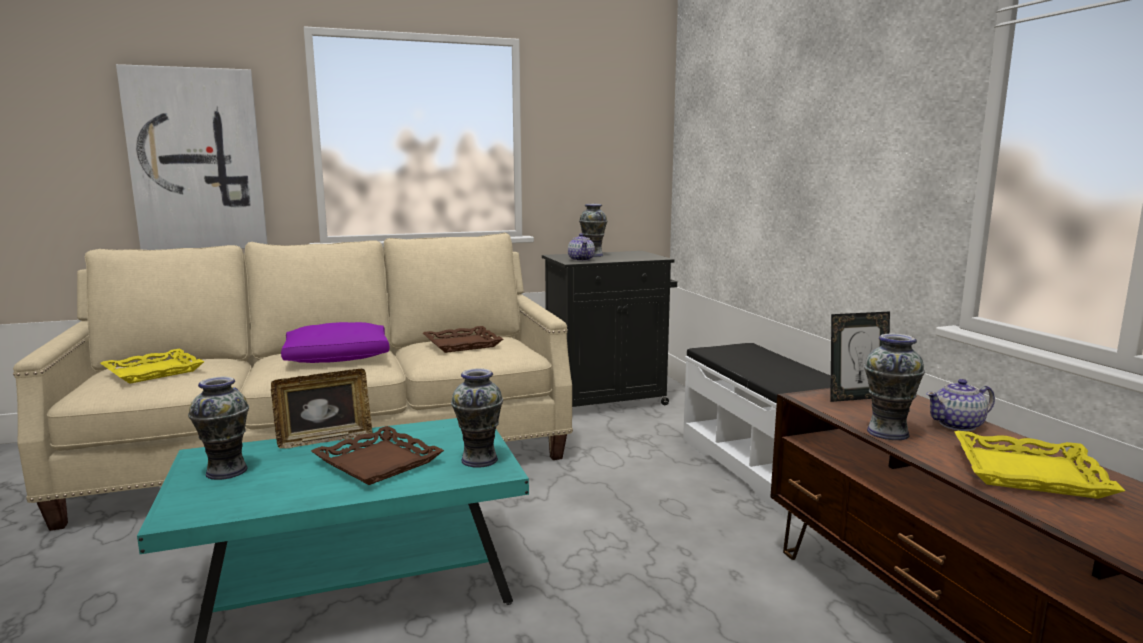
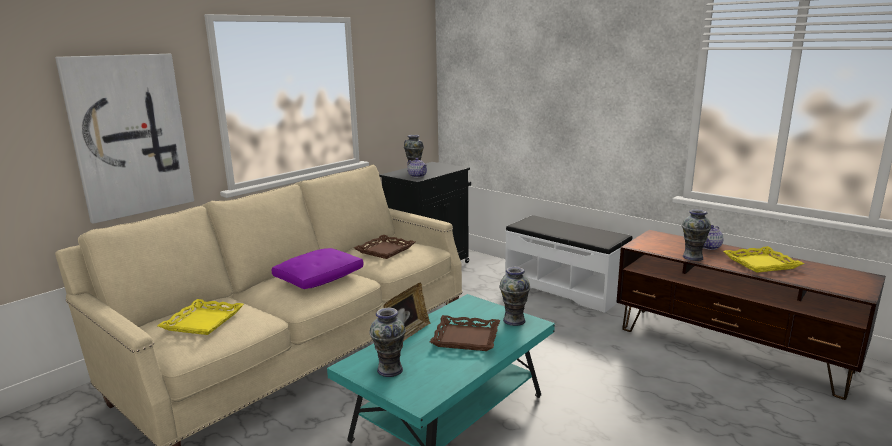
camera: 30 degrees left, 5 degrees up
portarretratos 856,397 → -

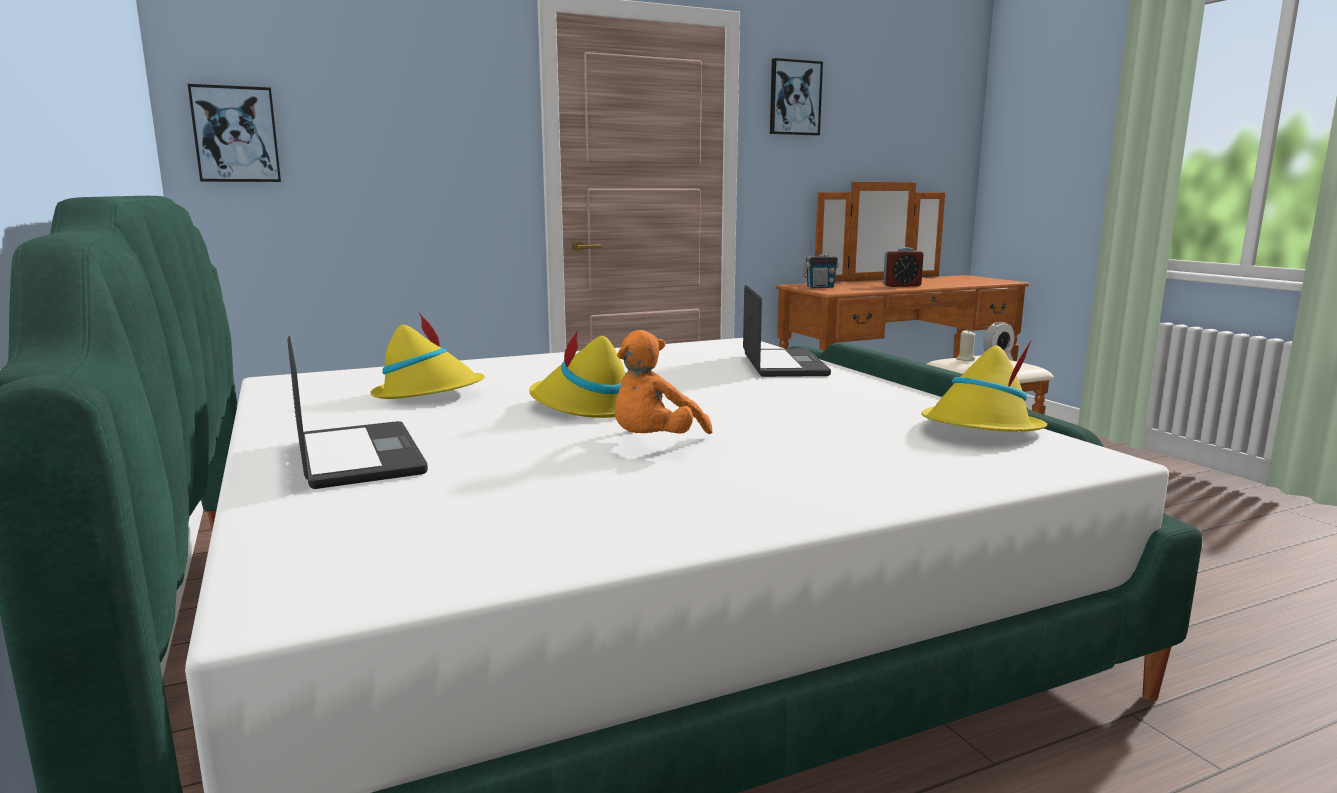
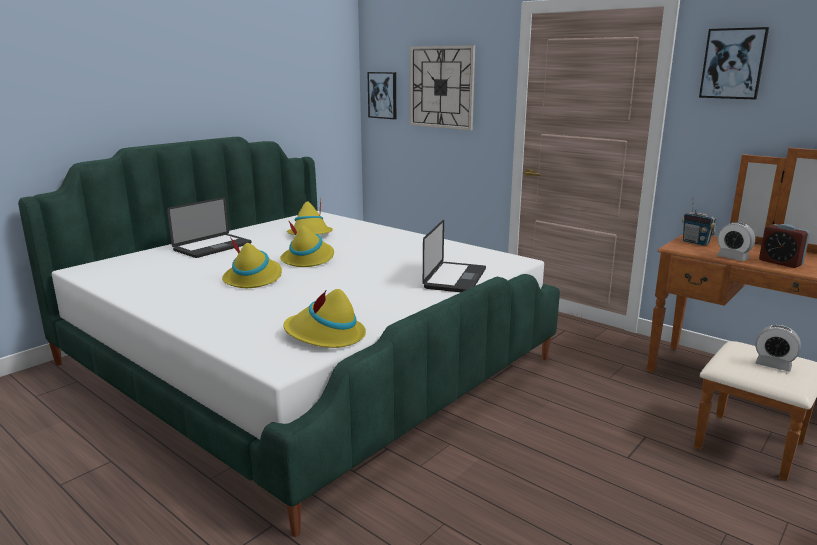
camera: 65 degrees right, 5 degrees up
peluche (naranja) 654,443 → sombrero (amarillo) 253,278
- → reloj de pared 441,87
portátil 783,365 → portátil 455,278, 45 degrees counterclockwise
- → despertador 732,257
vela (beis) 965,359 → -

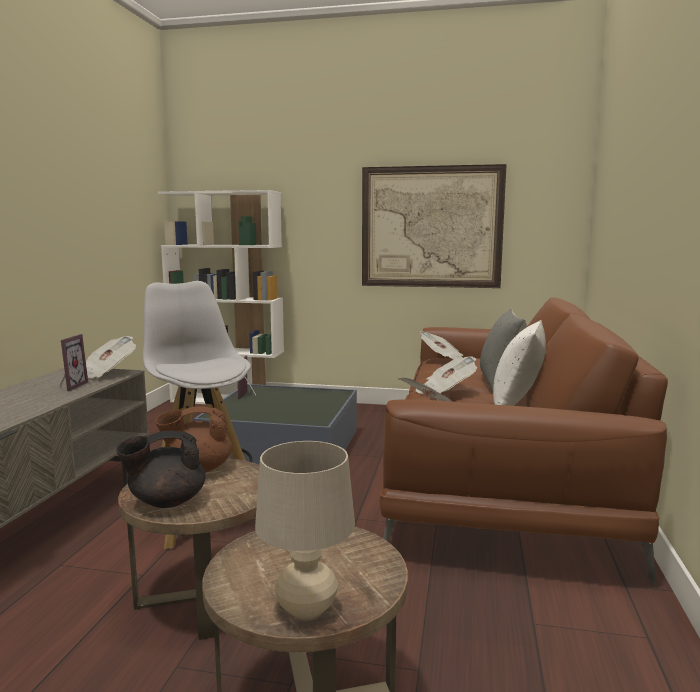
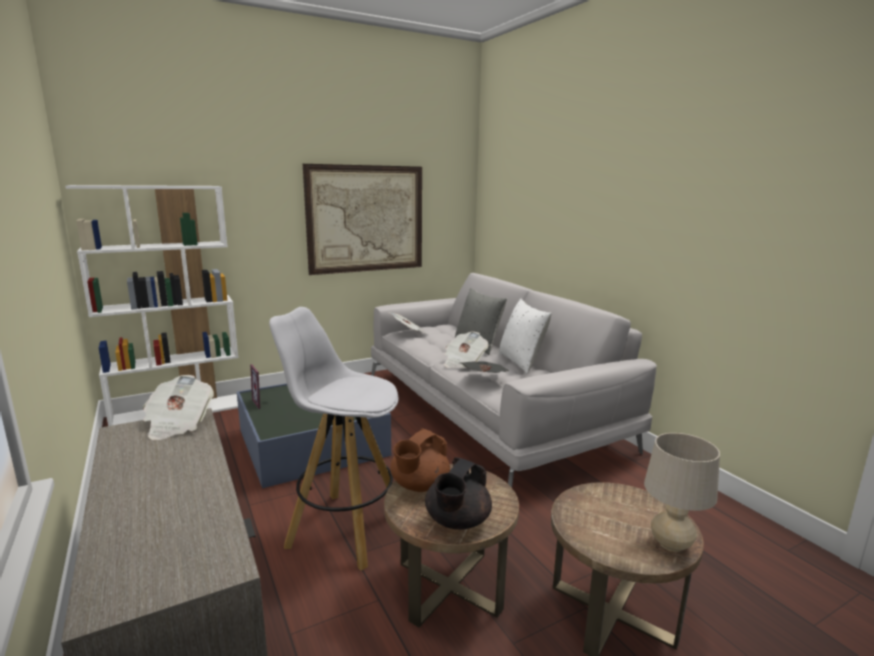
camera: 40 degrees left, 5 degrees up
sofá (marrón) 499,472 → sofá (gris) 488,412
portarretratos 69,386 → -

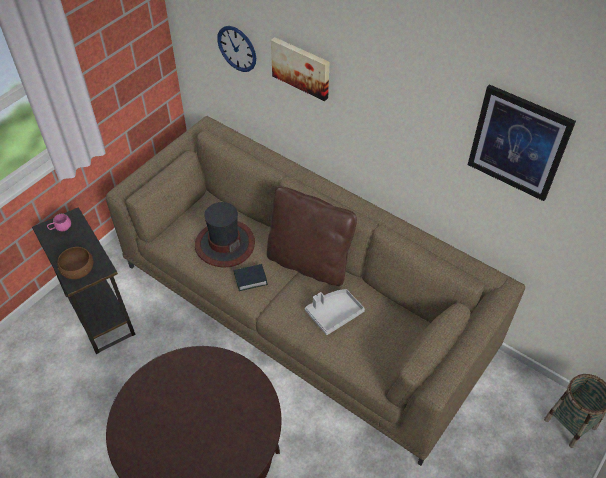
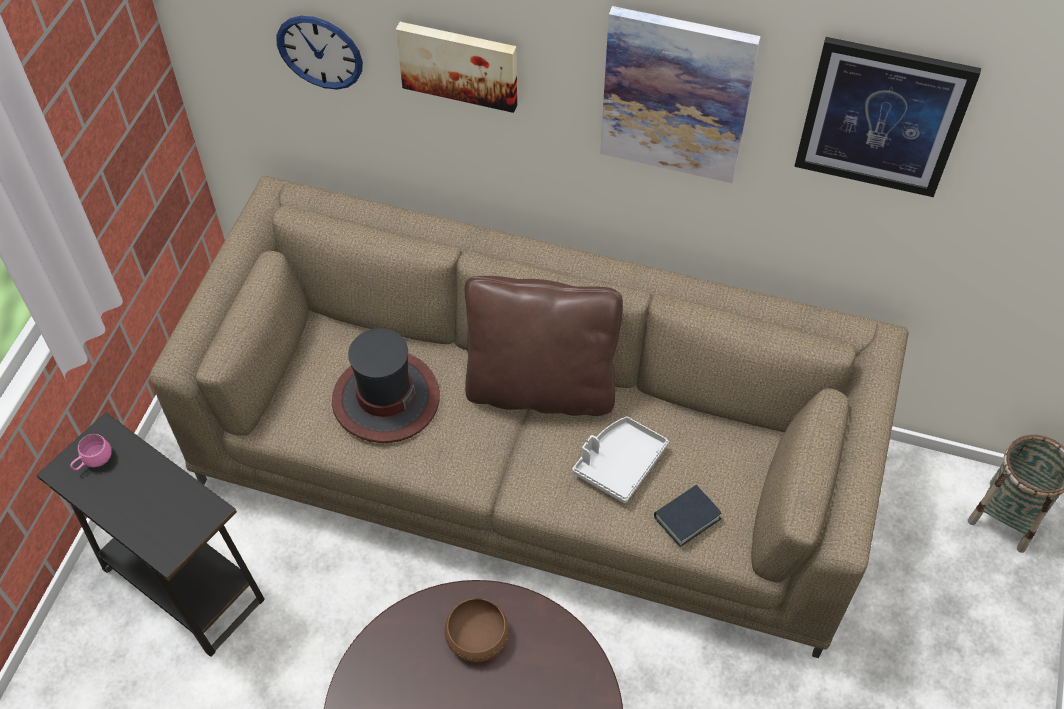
camera: 20 degrees left, 5 degrees up
cuenco (marrón) 78,269 → cuenco (marrón) 477,637, moved
- → cuadro 676,95
libro 250,279 → libro 686,518, moved

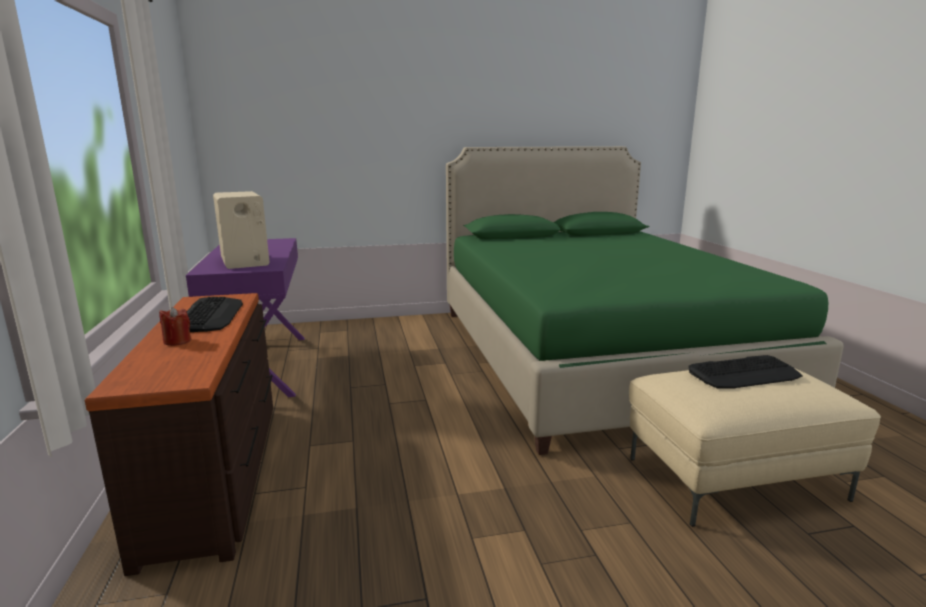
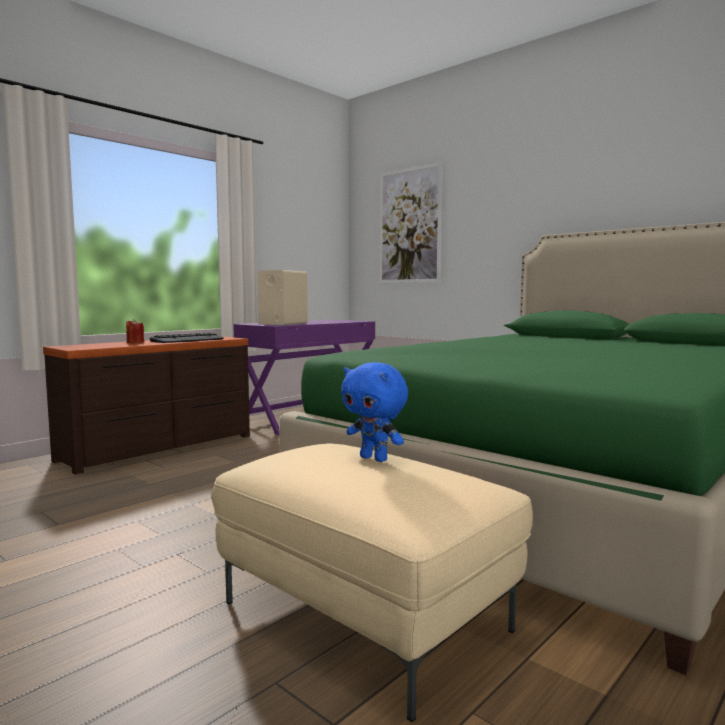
camera: 55 degrees right, 10 degrees down
teclado 744,374 → peluche (azul) 375,458
- → cuadro 409,226

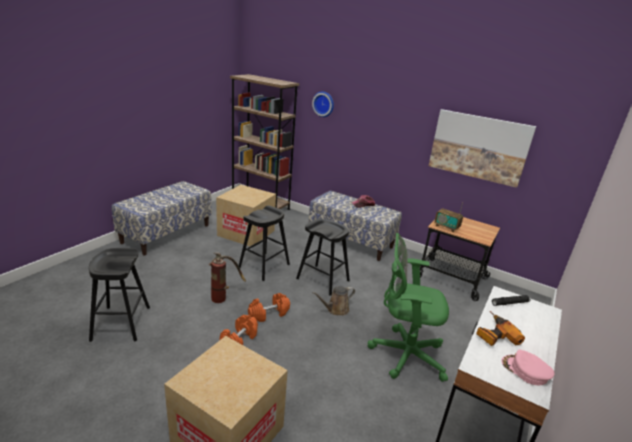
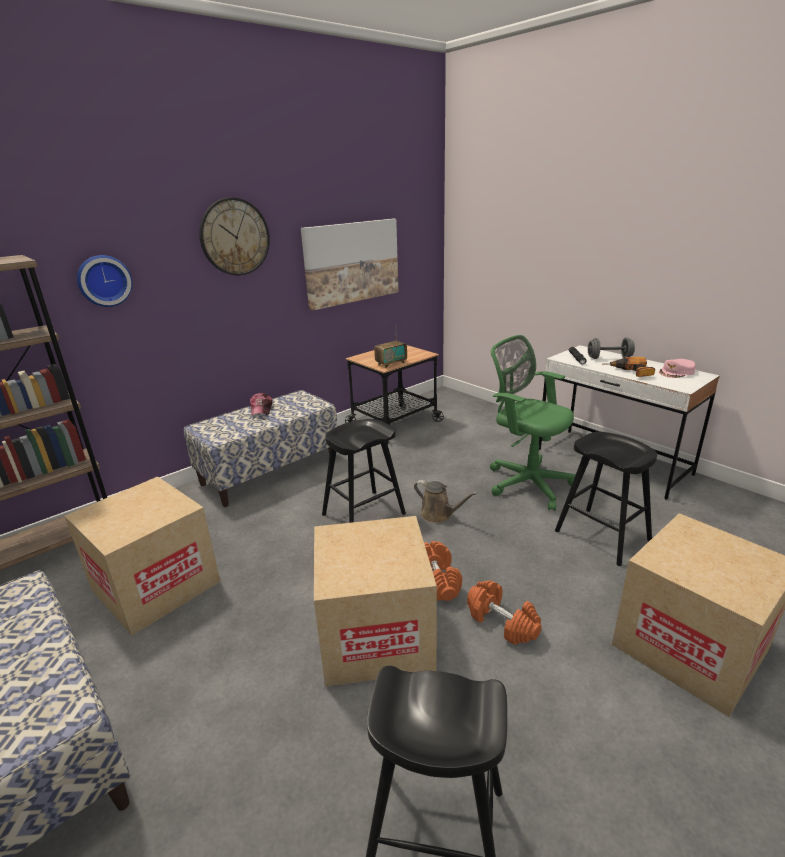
camera: 70 degrees left, 0 degrees up
- → reloj de pared 235,237
extintor 223,296 → caja de cartón 375,635
regadera (marrón) 335,309 → regadera (marrón) 438,515, 45 degrees counterclockwise
silla de oficina (verde) 404,354 → silla de oficina (verde) 526,482, 105 degrees clockwise
taburete (negro) 264,266 → taburete (negro) 602,536, moved
- → mancuerna (gris) 609,358

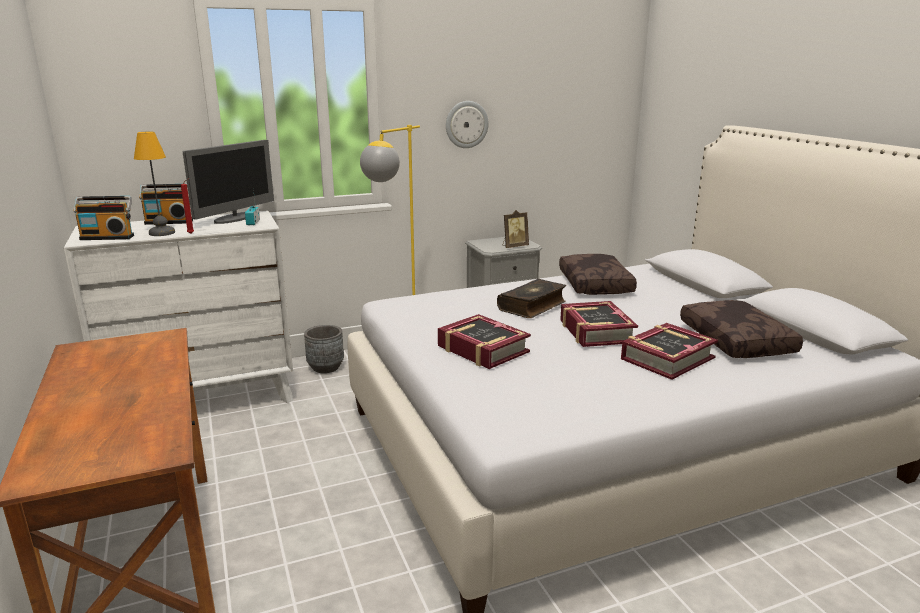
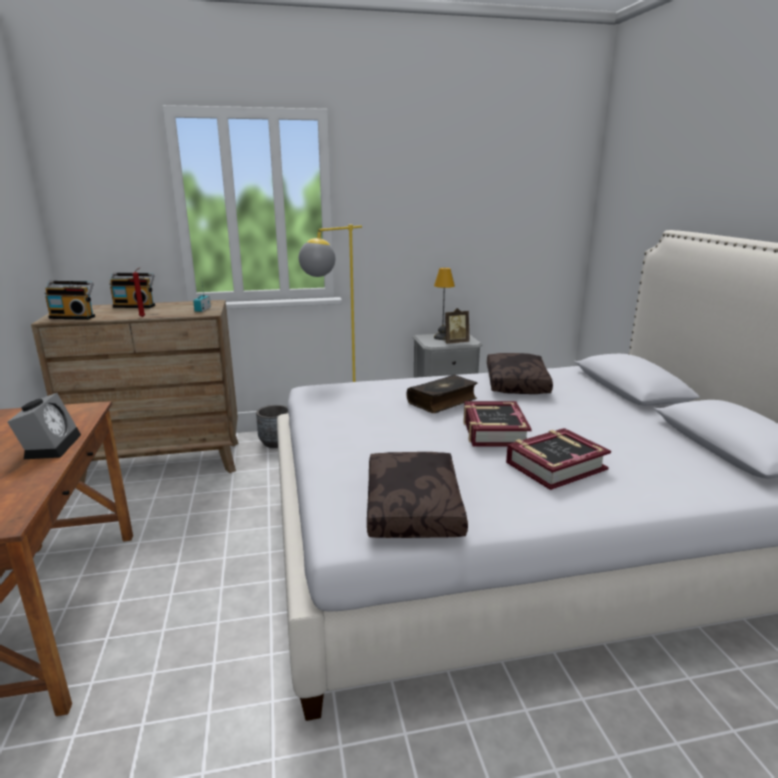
camera: 10 degrees right, 0 degrees up
- → despertador 51,445
cómoda (blanco) 203,399 → cómoda (marrón) 161,463
cojín (marrón) 737,341 → cojín (marrón) 415,507, moved
lámpara de mesa 161,233 → lámpara de mesa 442,337, moved
monitor 236,218 → -
libro 482,349 → -
reloj de pared 466,124 → -

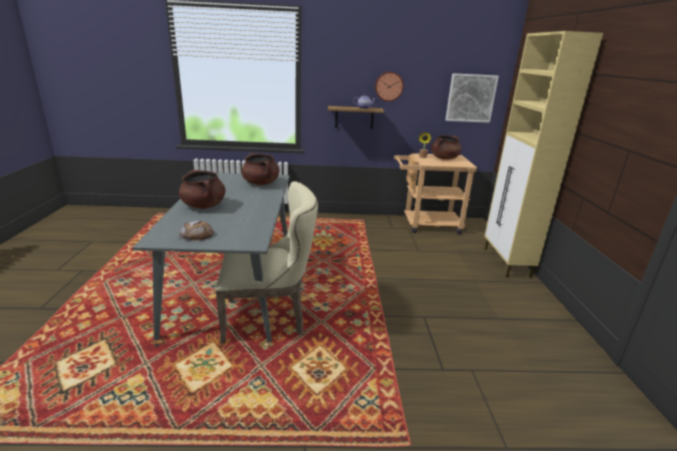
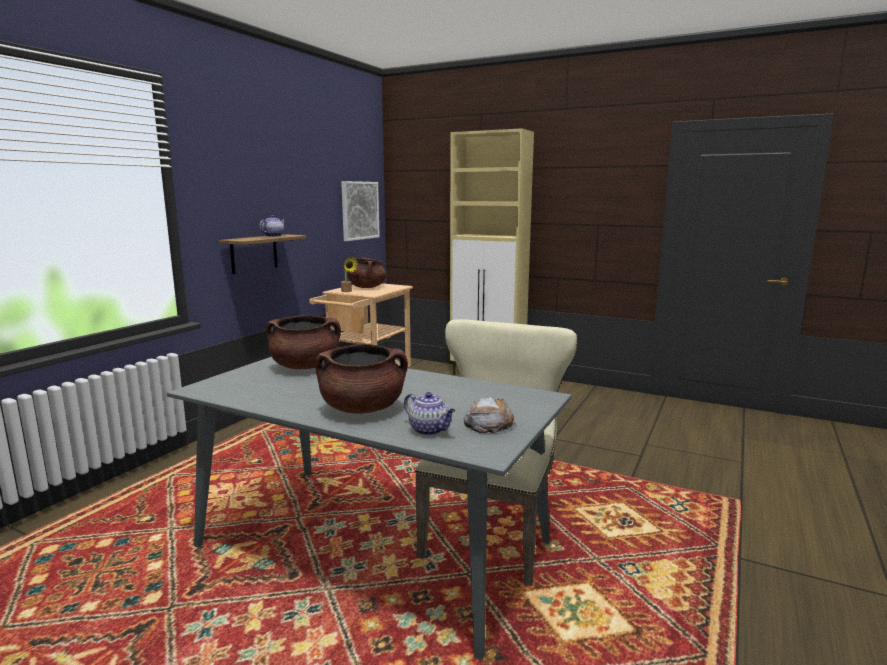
camera: 60 degrees left, 10 degrees down
- → tetera 430,430
reloj de pared 389,86 → -

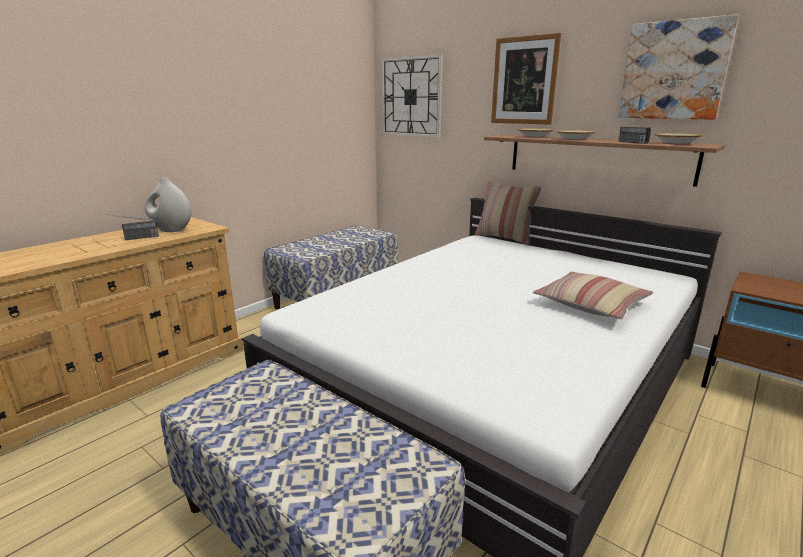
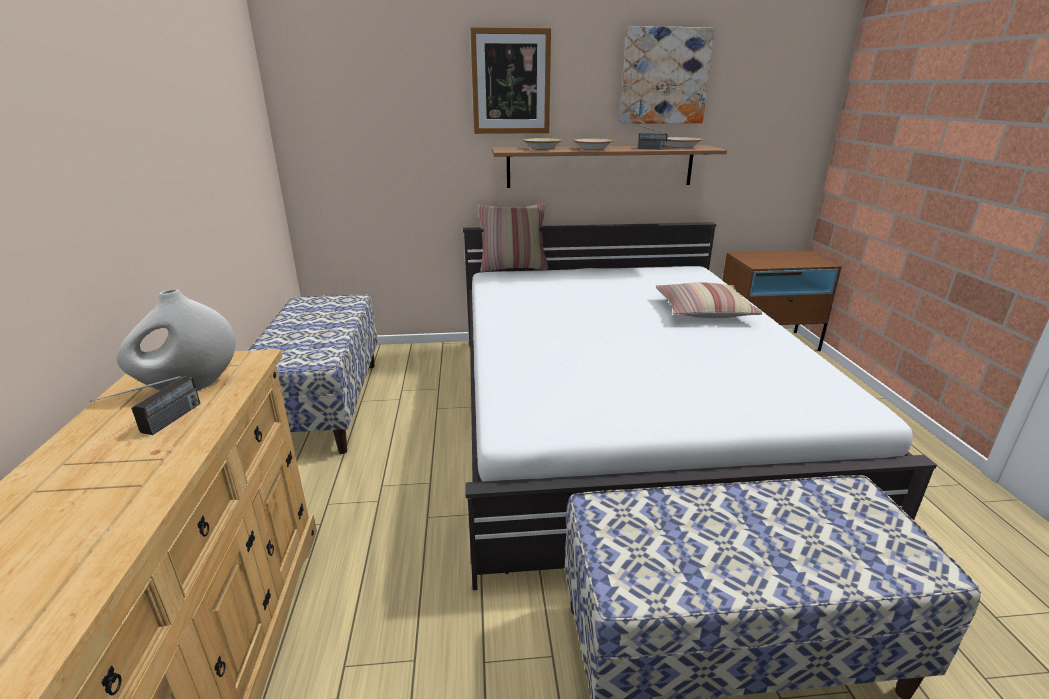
camera: 45 degrees left, 5 degrees up
reloj de pared 411,97 → -

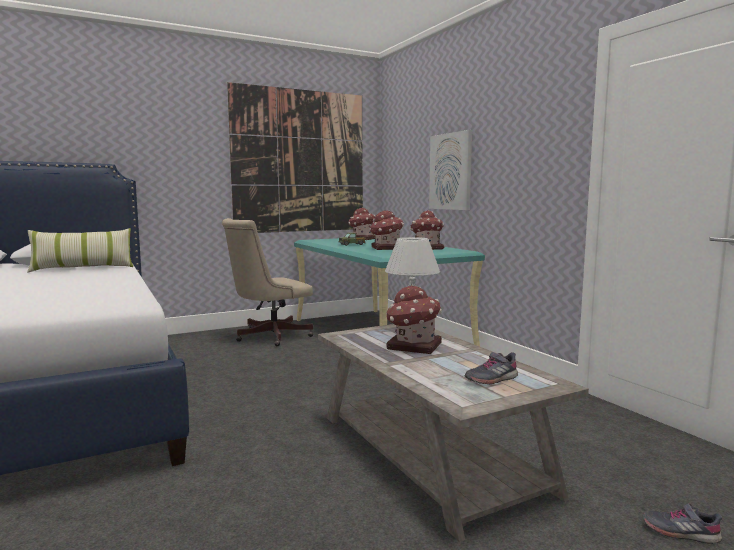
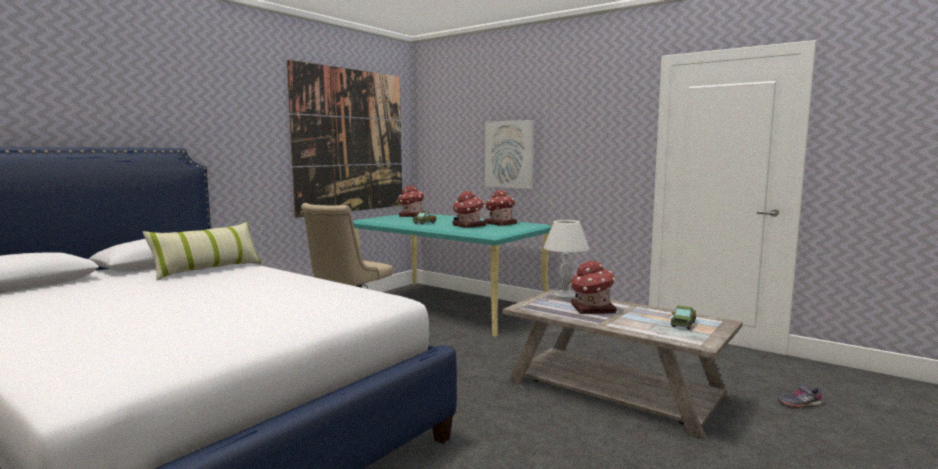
camera: 25 degrees left, 0 degrees up
zapato (gris) 491,379 → camión de juguete 683,324

